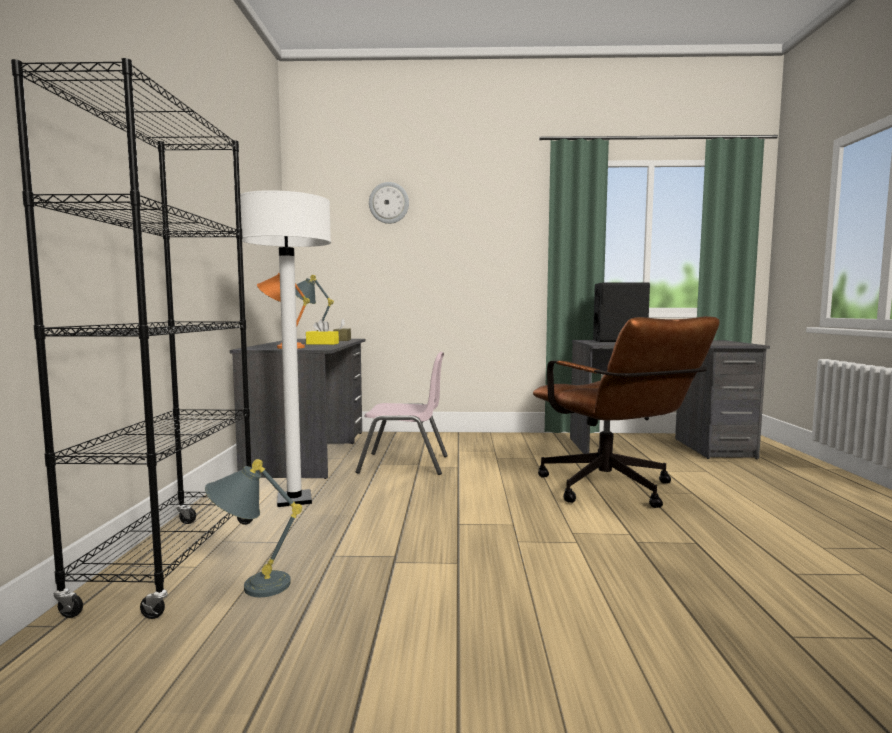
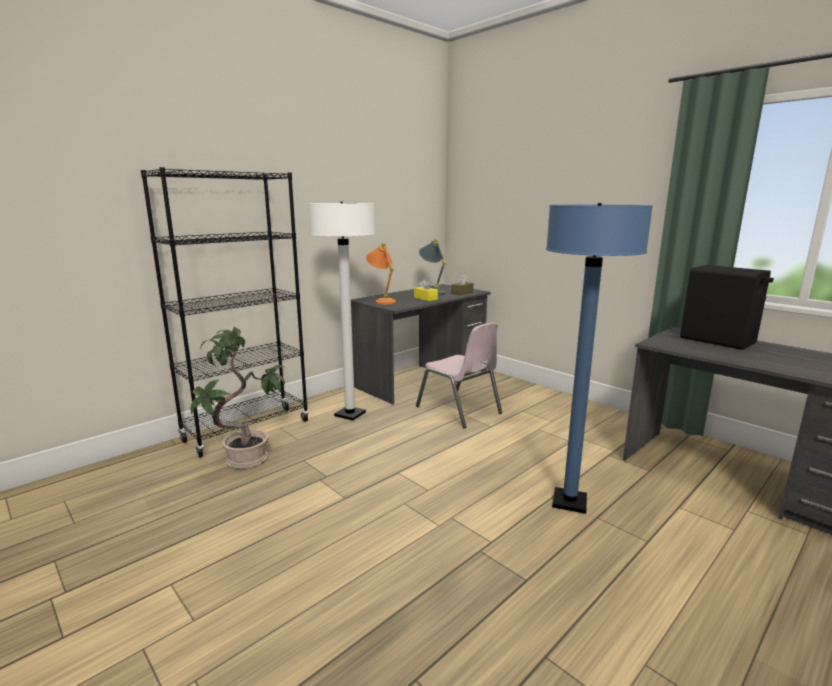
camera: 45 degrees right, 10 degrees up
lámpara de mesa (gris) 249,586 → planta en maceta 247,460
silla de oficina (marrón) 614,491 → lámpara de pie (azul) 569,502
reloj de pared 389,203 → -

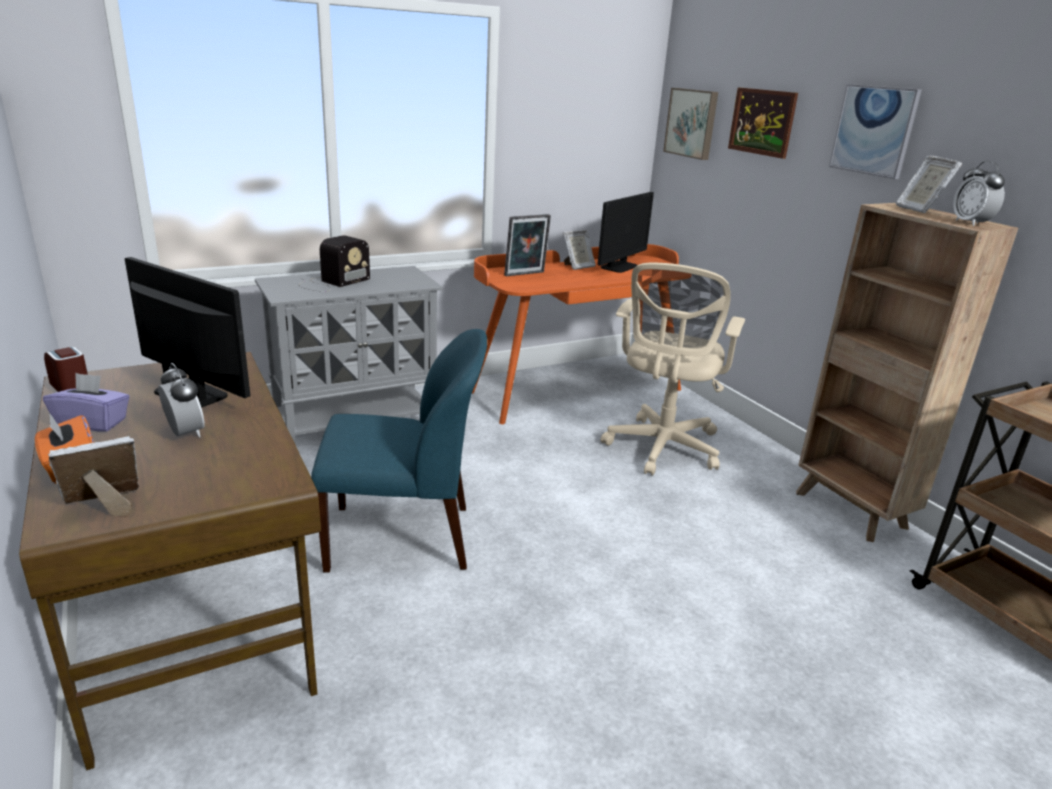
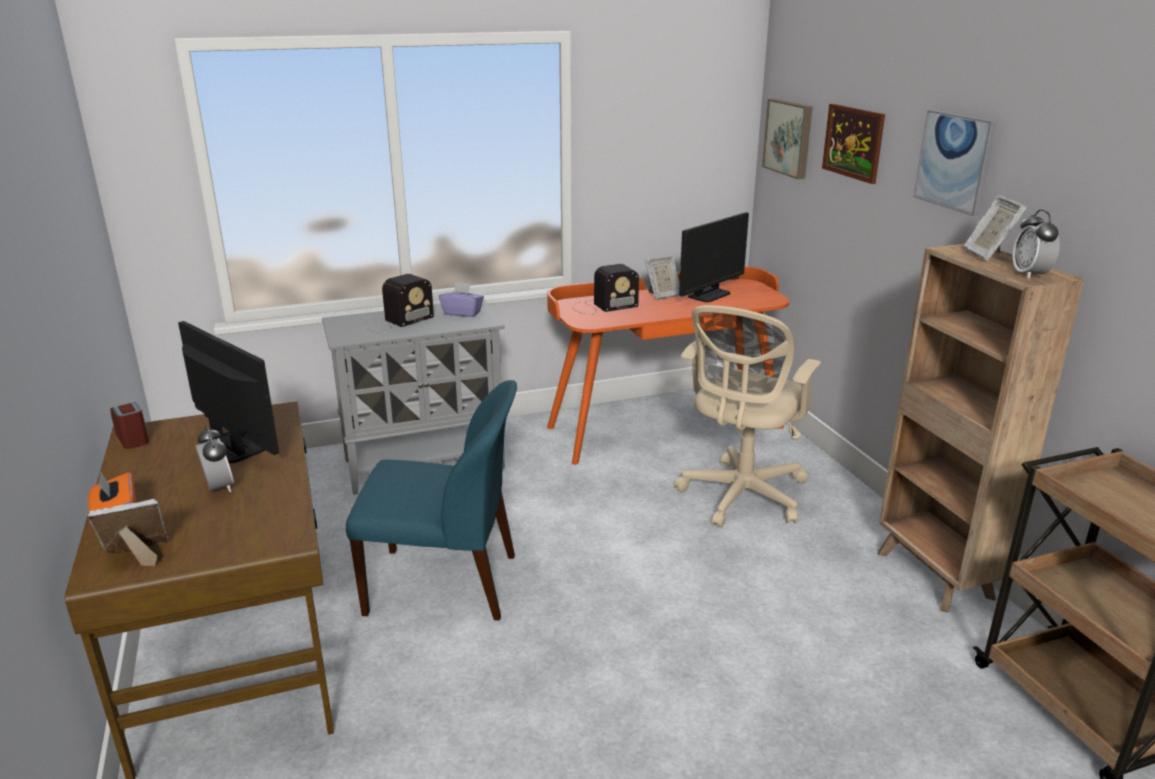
camera: 10 degrees right, 0 degrees up
caja de pañuelos (morado) 93,423 → caja de pañuelos (morado) 462,313, moved
portarretratos 525,274 → radio 602,306

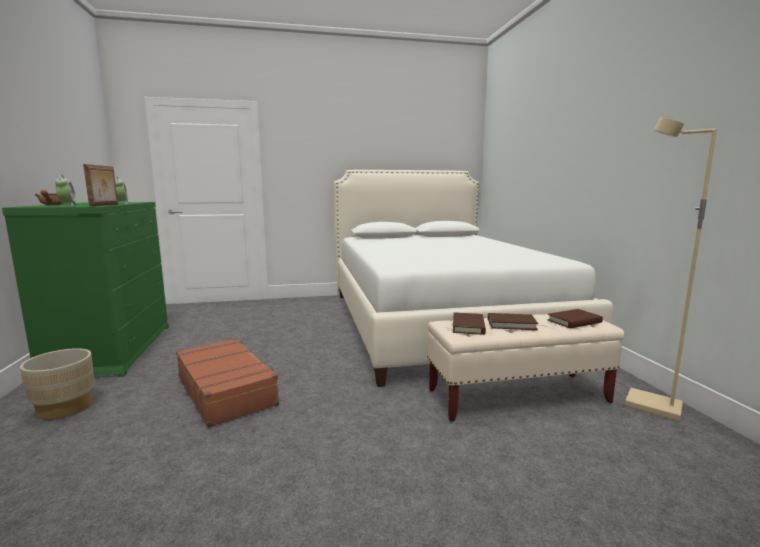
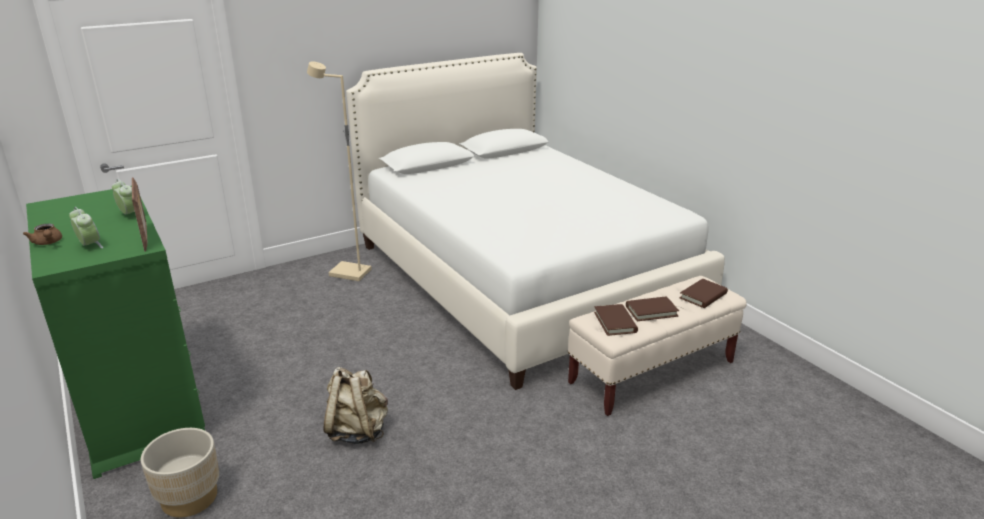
camera: 20 degrees left, 15 degrees up
lámpara de pie (beis) 652,406 → lámpara de pie (beis) 349,273, moved
maleta (marrón) 226,390 → mochila (beis) 357,431

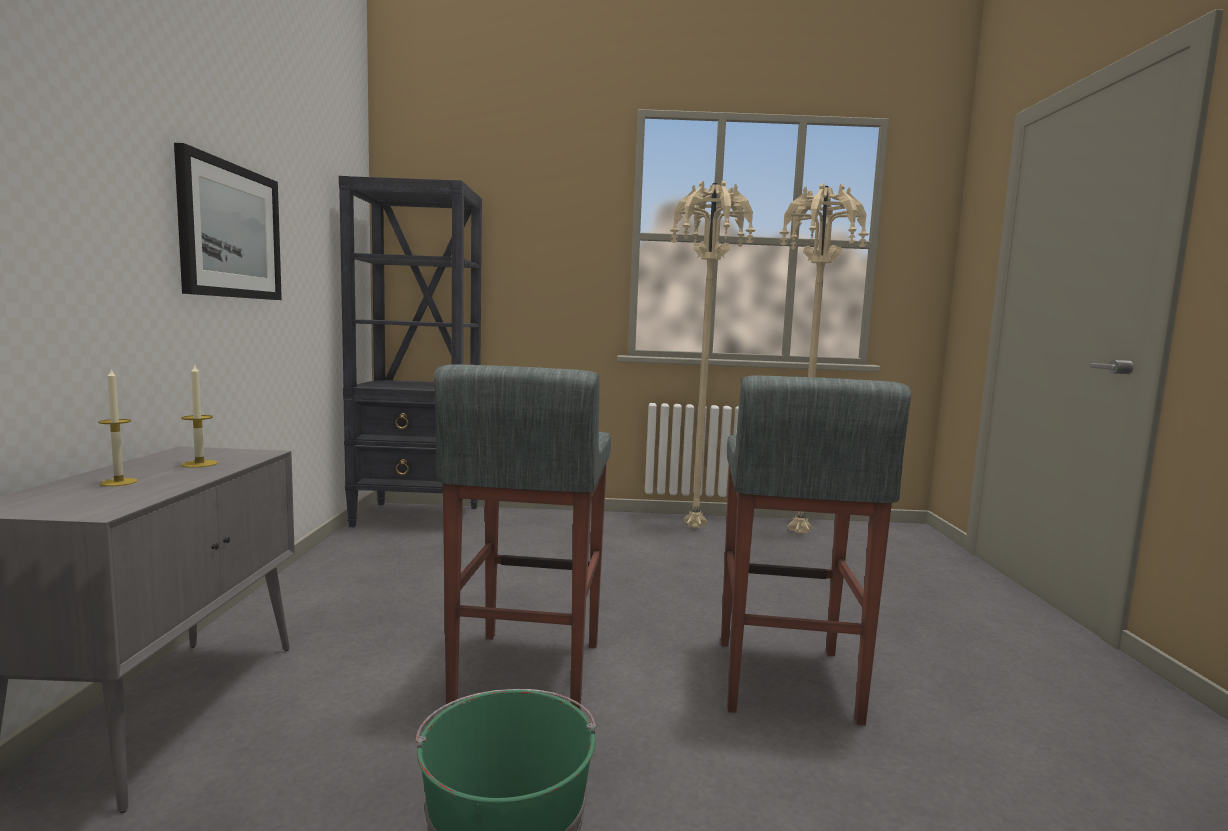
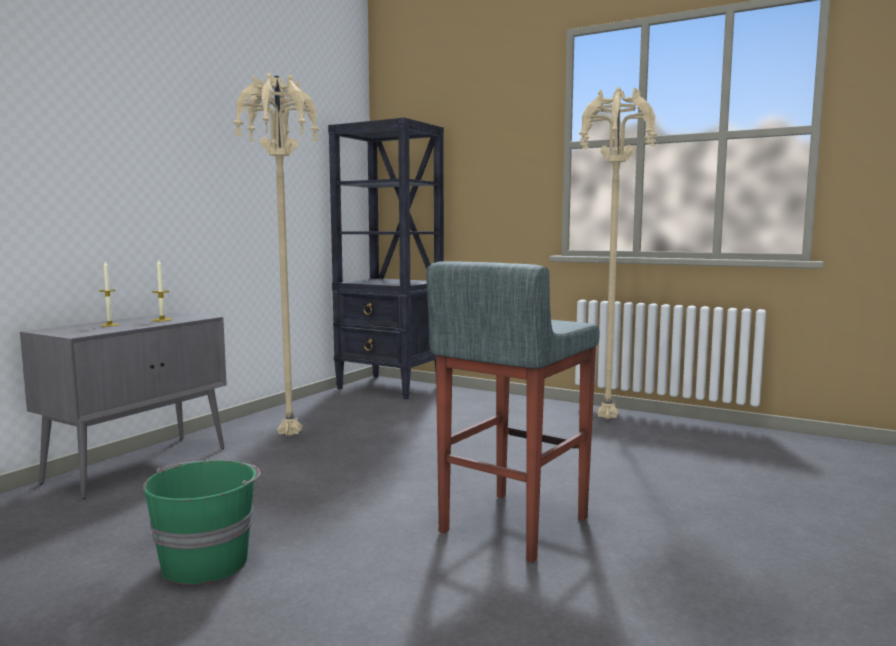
camera: 30 degrees right, 0 degrees up
lámpara de pie (beis) 798,535 → lámpara de pie (beis) 287,436, moved
cuadro 230,231 → -
taburete (gris) 525,673 → -

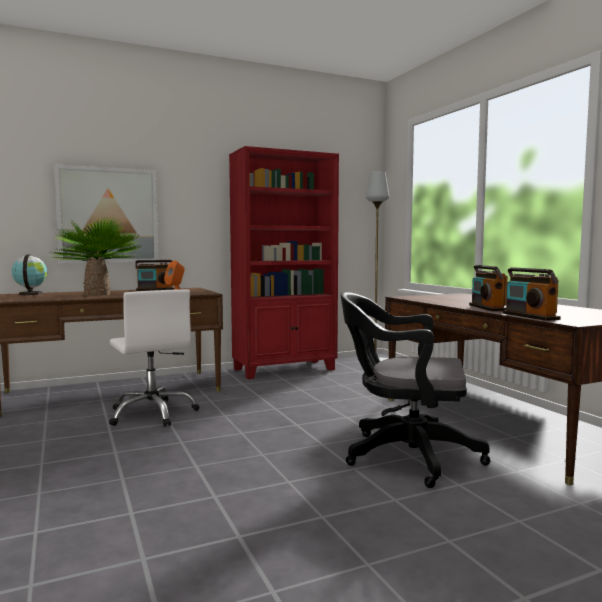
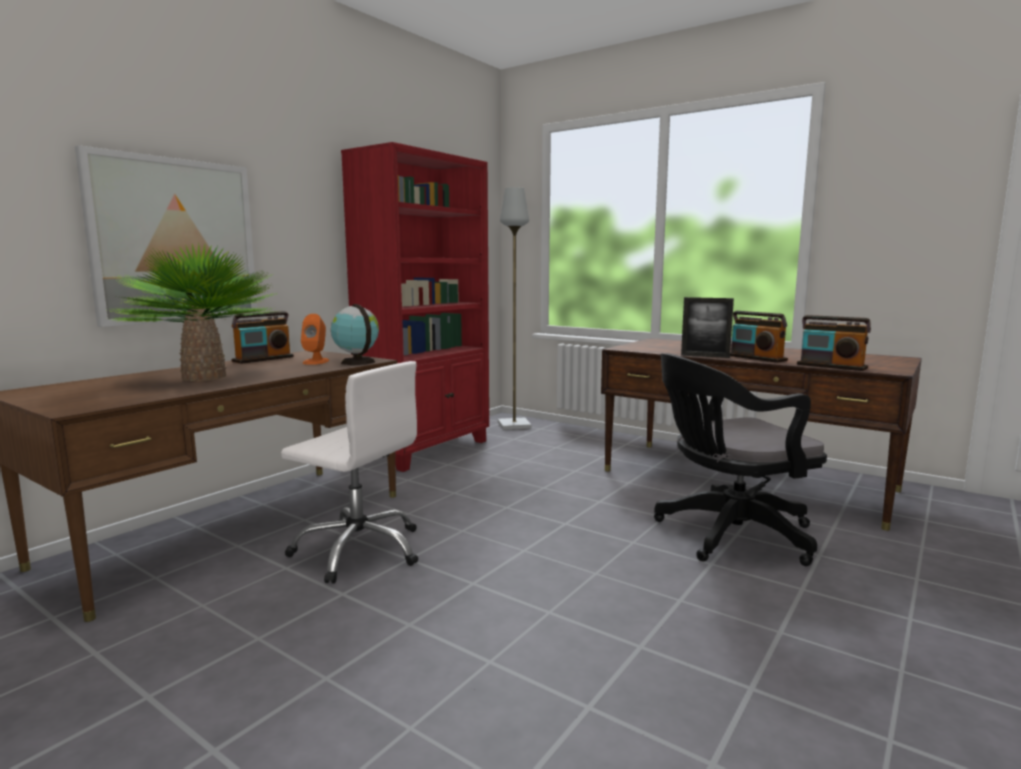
camera: 30 degrees left, 5 degrees up
globo terráqueo 30,294 → globo terráqueo 356,362, moved
- → portarretratos 705,356

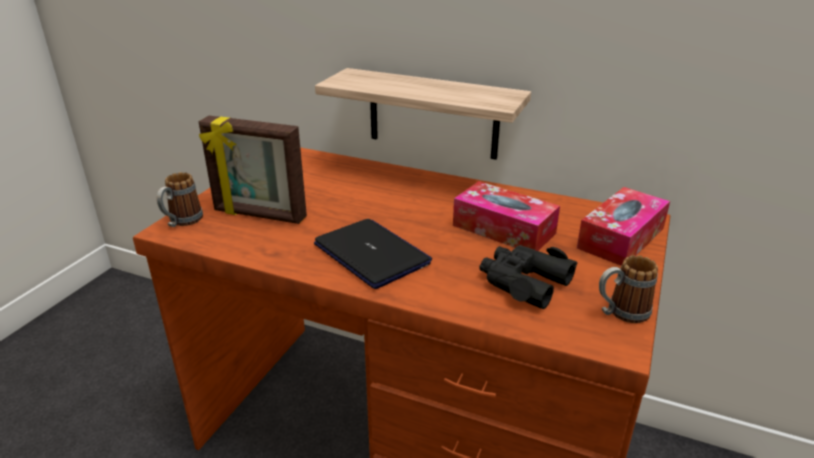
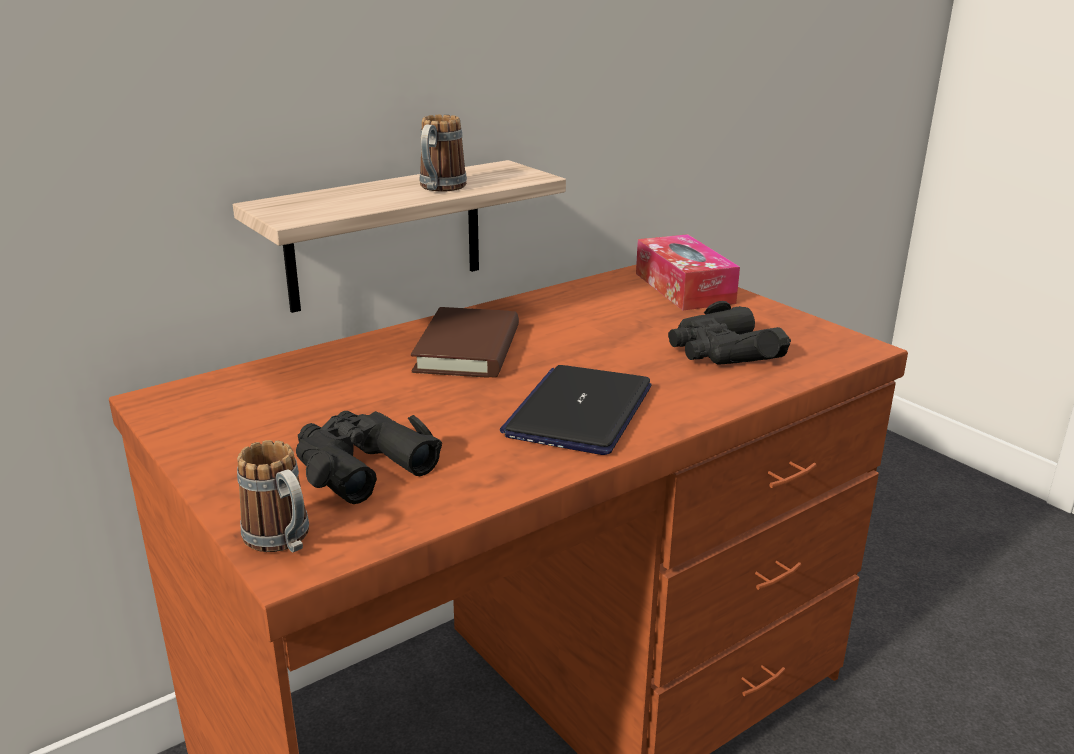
camera: 60 degrees left, 5 degrees down
portarretratos 259,215 → prismáticos (negro) 360,465
- → libro (marrón) 468,349
taza grande 621,313 → taza grande 439,188, moved
portátil 372,254 → portátil 579,411, 60 degrees counterclockwise
caja de pañuelos 503,229 → -

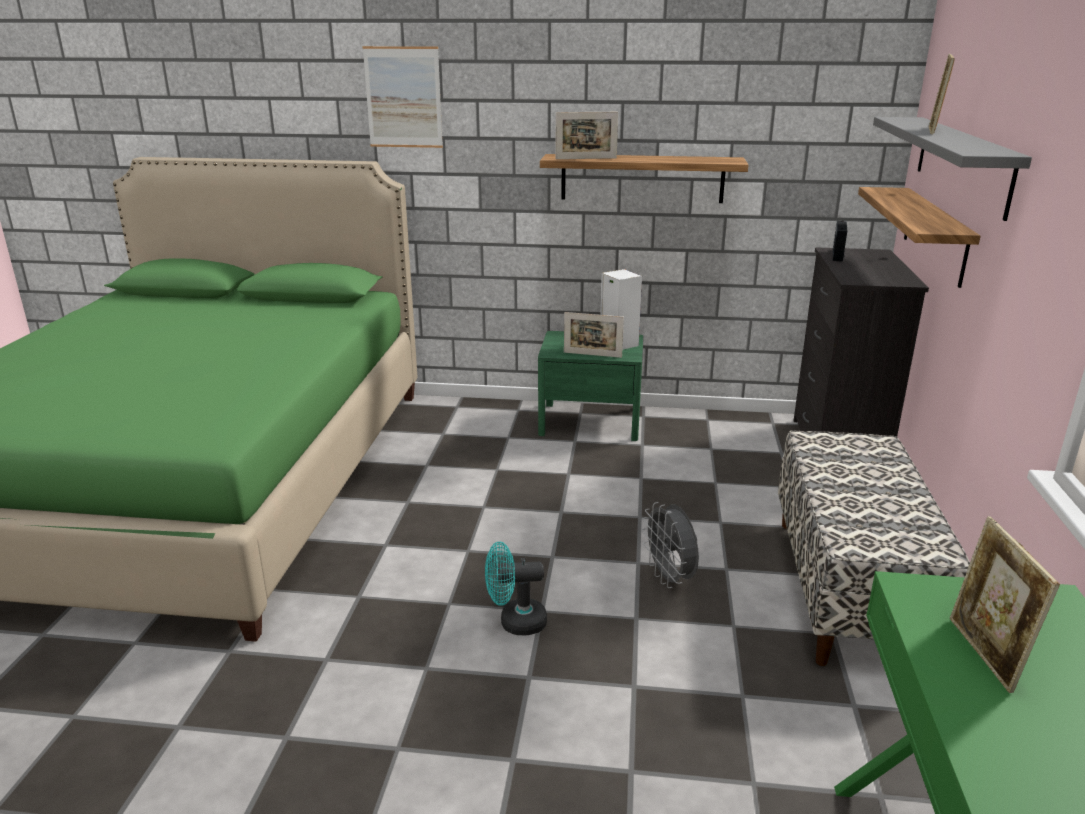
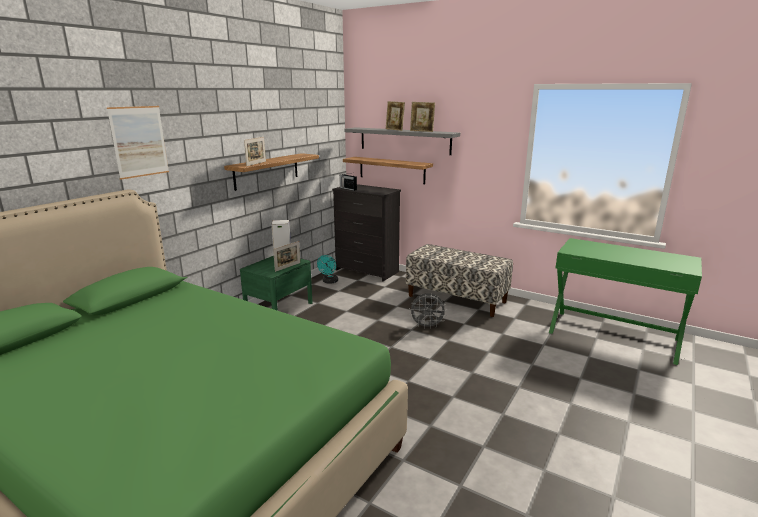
camera: 65 degrees left, 5 degrees down
ventilador (turquesa) 515,622 → ventilador (turquesa) 329,282, moved
portarretratos 985,655 → portarretratos 422,131, moved

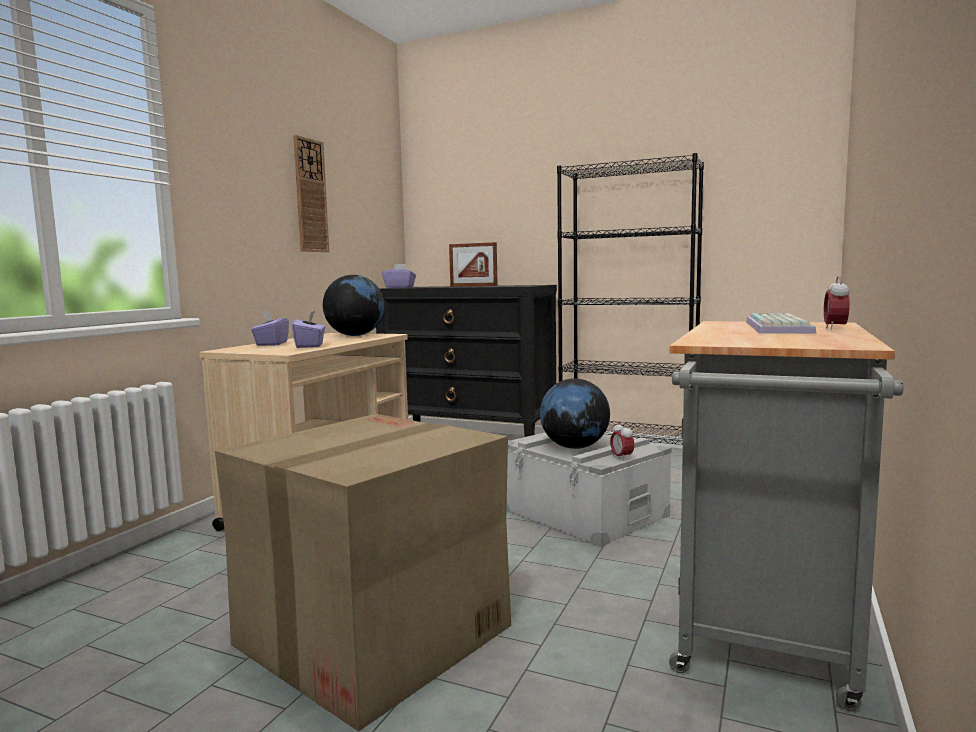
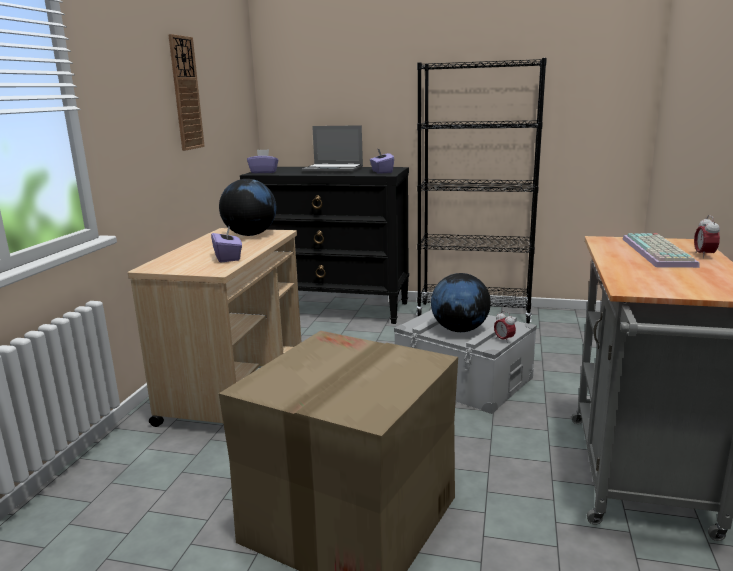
camera: 10 degrees left, 10 degrees up
portarretratos 473,286 → portátil 334,170
caja de pañuelos (morado) 271,344 → caja de pañuelos (morado) 381,172, moved

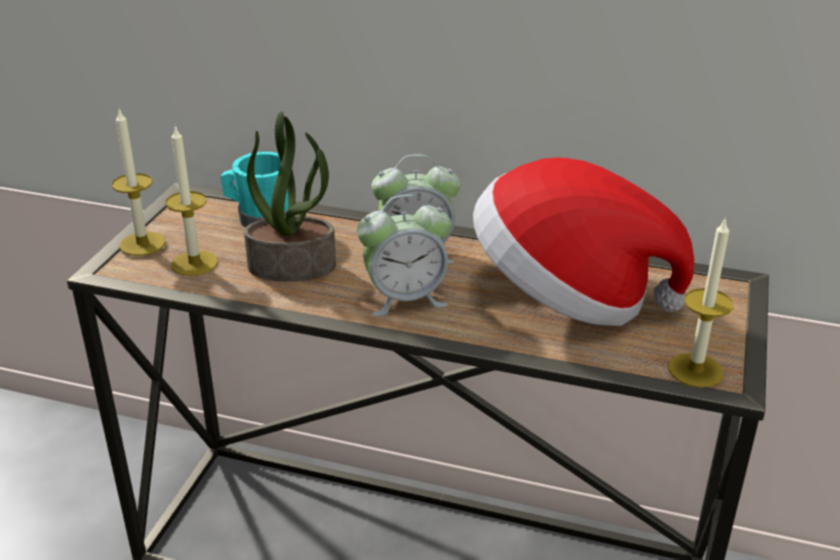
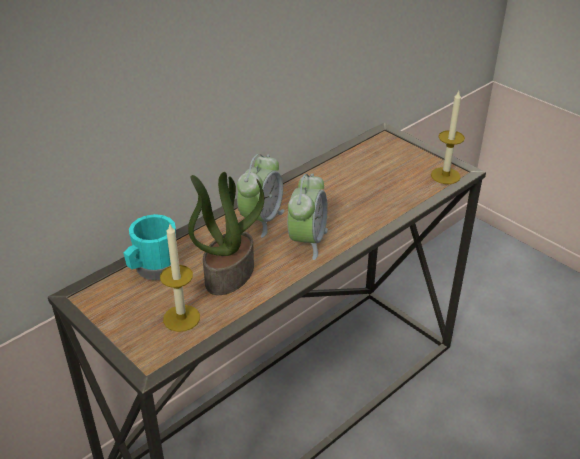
camera: 60 degrees left, 5 degrees up
vela 142,244 → -
sombrero 567,295 → -

